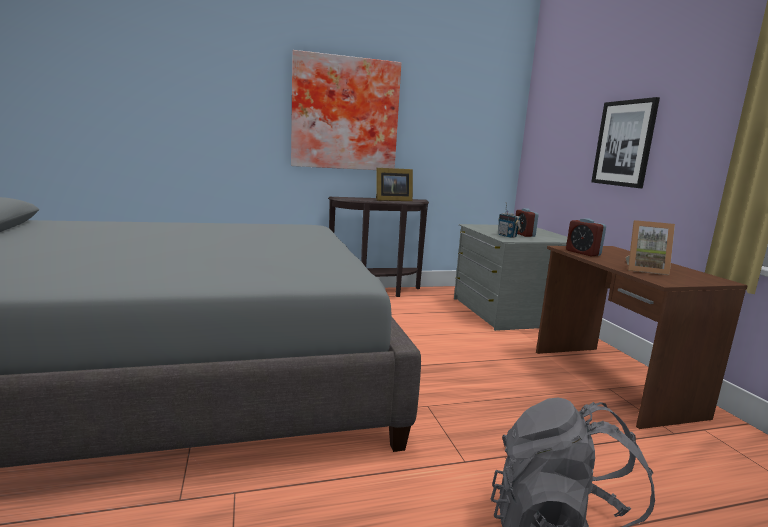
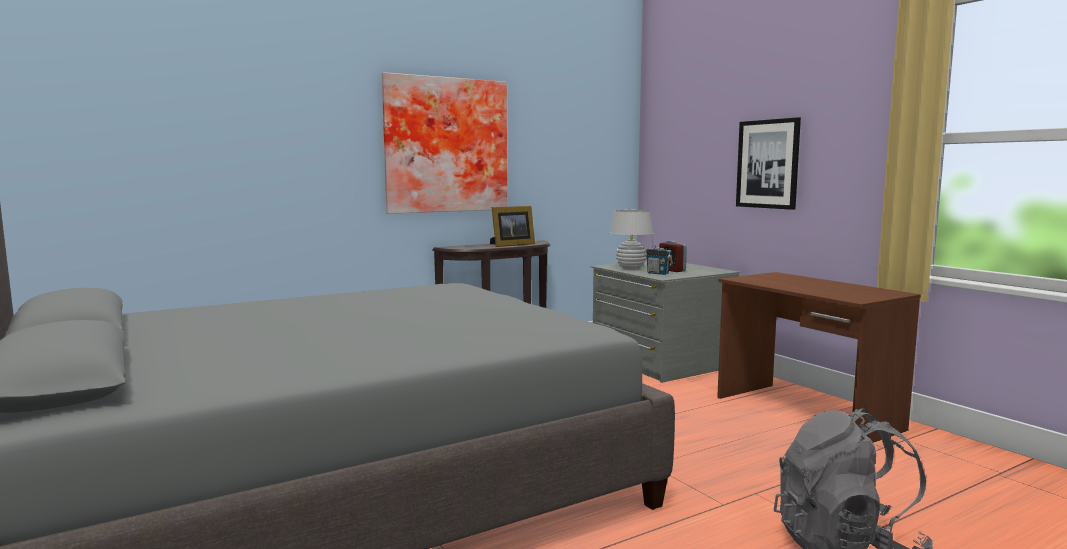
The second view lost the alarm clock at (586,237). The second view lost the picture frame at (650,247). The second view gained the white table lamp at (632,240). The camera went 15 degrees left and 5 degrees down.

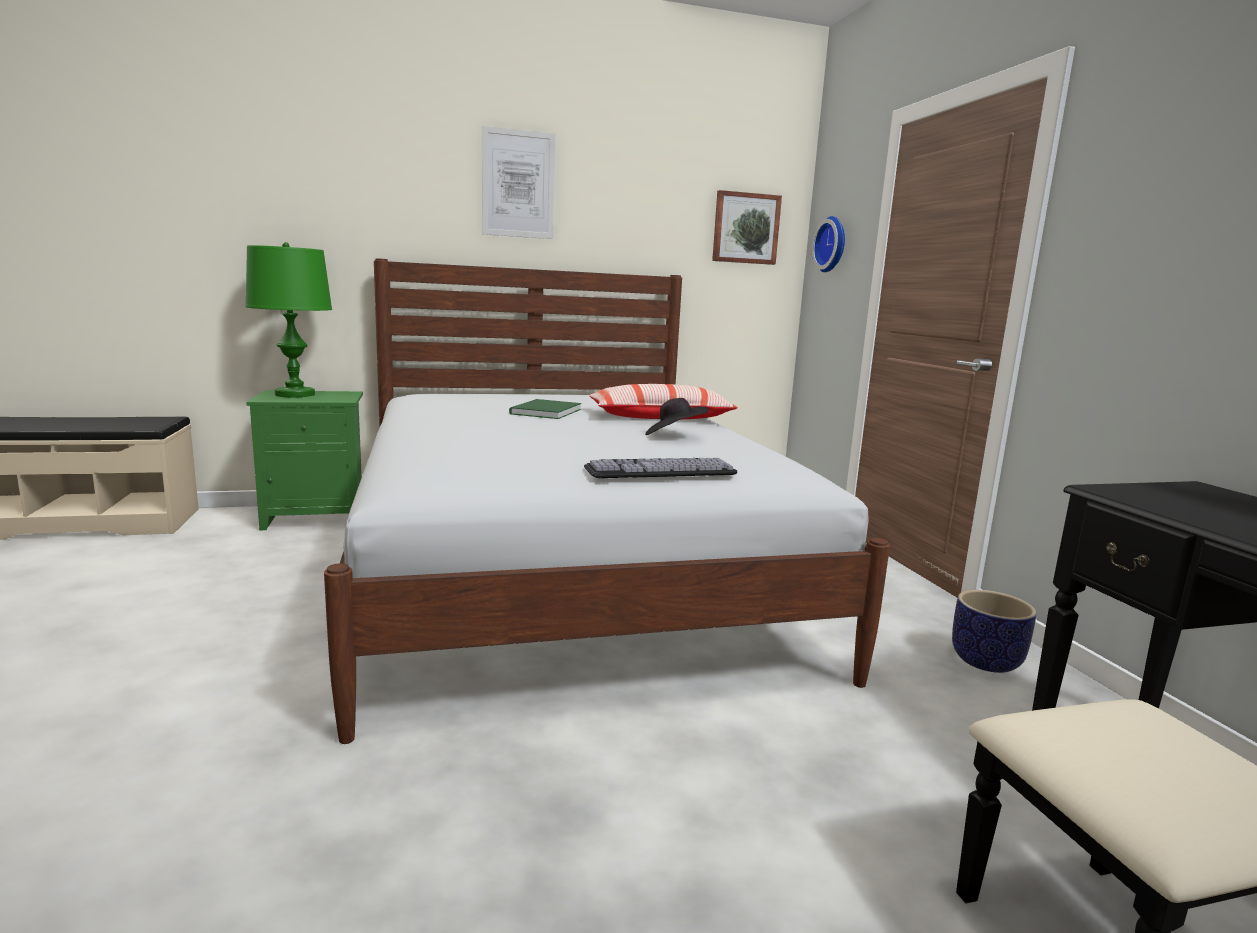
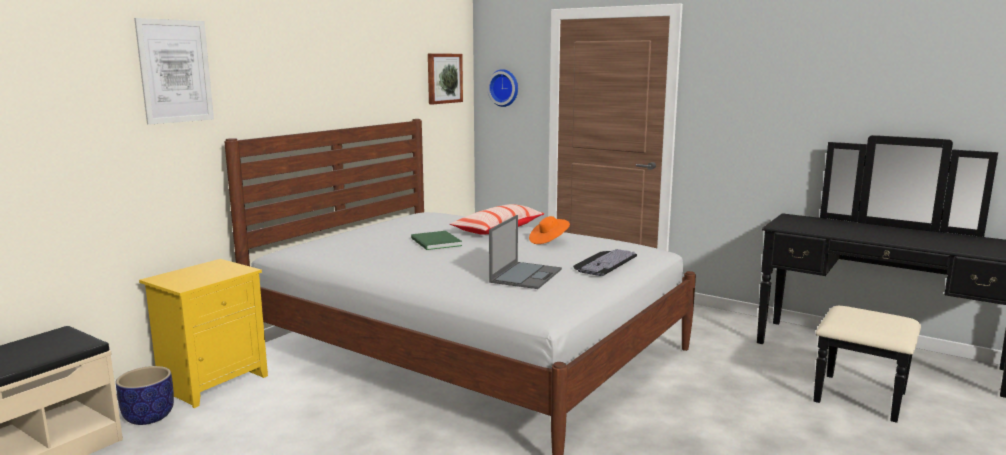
The second view lost the green table lamp at (288,319). The second view gained the laptop at (525,252). The picture ended up elsewhere, having gone from (518,182) to (174,71). The planter ended up elsewhere, having gone from (994,631) to (145,395). What was the green nightstand at (304,460) turned into the yellow nightstand at (203,333). What was the black hat at (677,416) turned into the orange hat at (549,230). The camera went 40 degrees left and 0 degrees up.

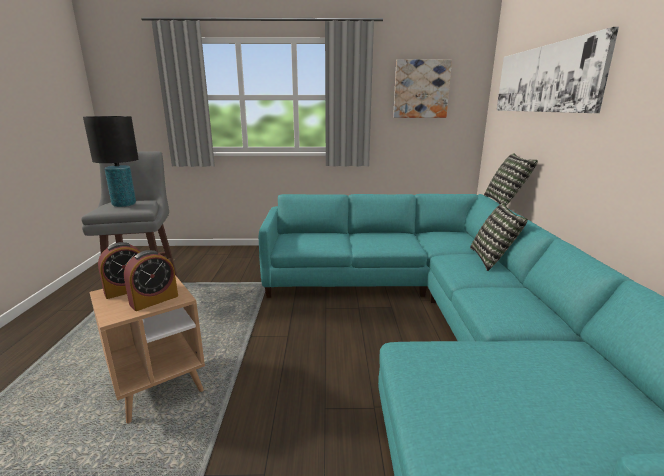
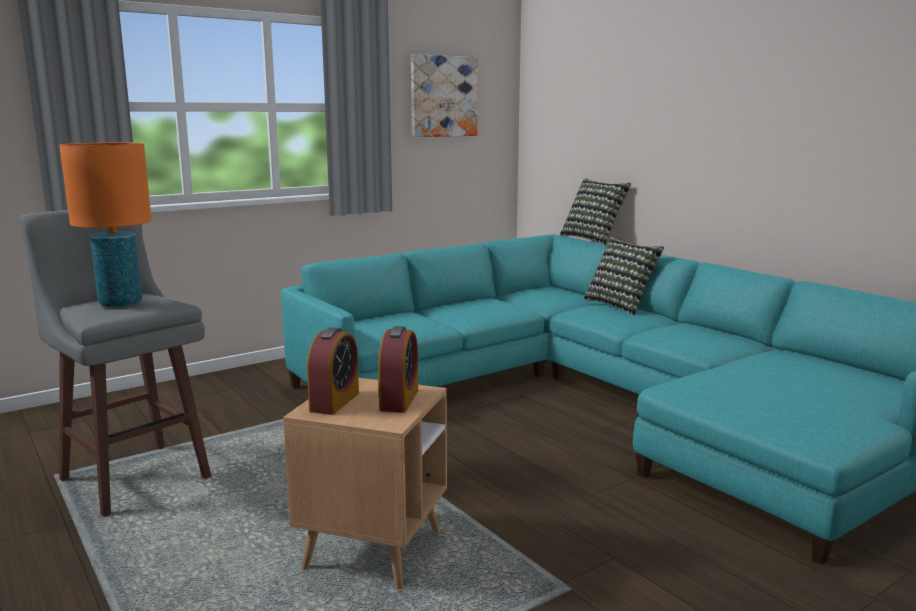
The second view lost the picture at (557,70). What was the black table lamp at (110,161) turned into the orange table lamp at (105,225). The camera went 35 degrees left and 5 degrees down.

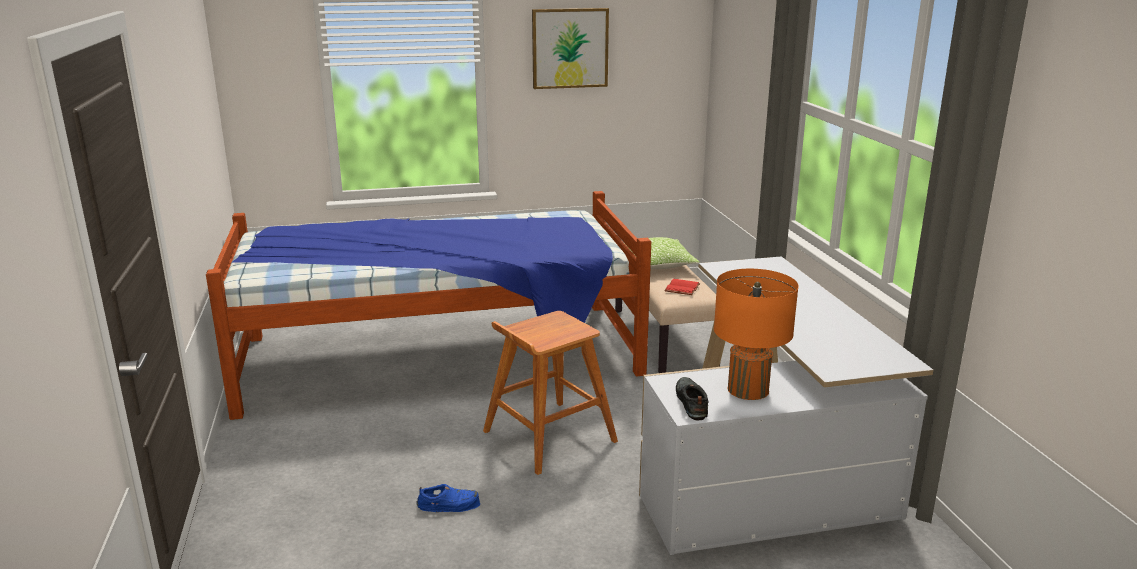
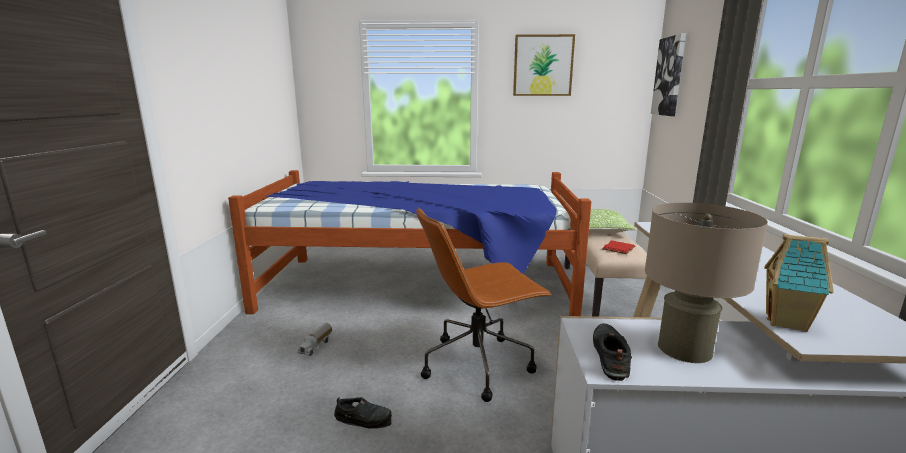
The second view gained the toy truck at (314,339). The second view gained the picture at (668,74). The second view gained the toy house at (798,283). Where the brown stool stood at (550,393), the brown office chair came to stand at (484,304). What was the blue shoe at (448,498) turned into the black shoe at (363,413). What was the orange table lamp at (756,334) turned into the beige table lamp at (706,283). The camera went 15 degrees right and 5 degrees down.

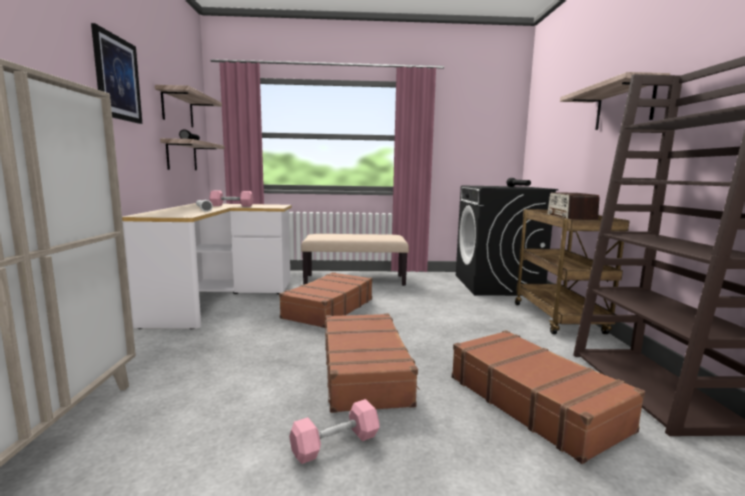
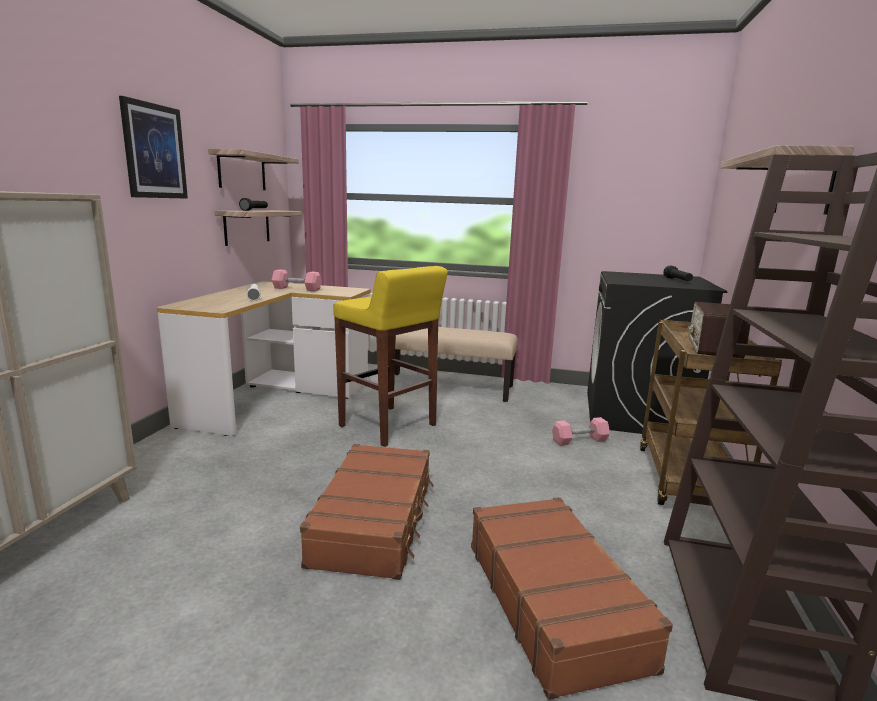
The pink dumbbell ended up elsewhere, having gone from (334,431) to (581,431). Where the brown suitcase stood at (326,300), the yellow stool came to stand at (390,356). The camera went 15 degrees right and 5 degrees up.

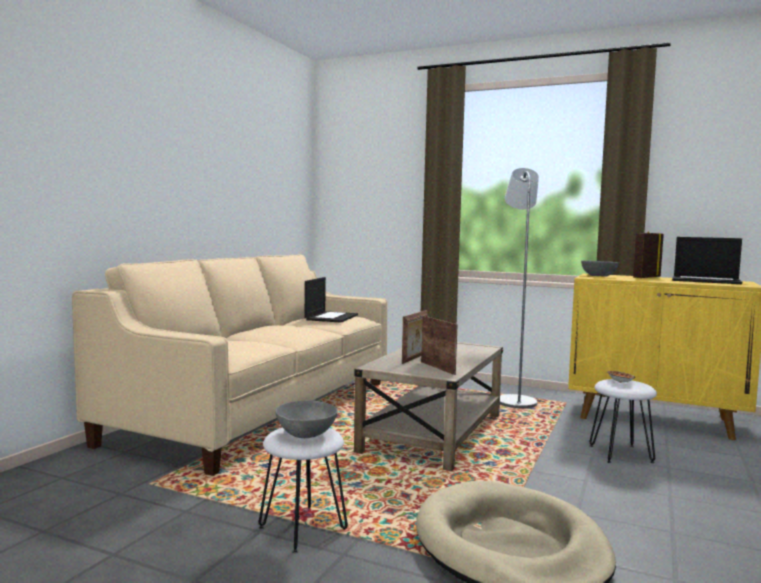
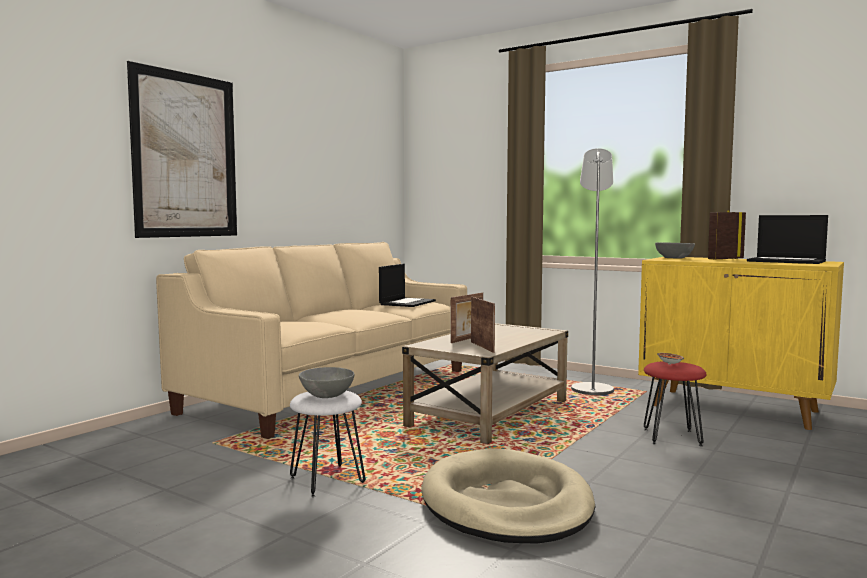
The second view gained the picture at (182,149). What was the white stool at (623,421) turned into the red stool at (675,403). The camera went 10 degrees right and 0 degrees up.

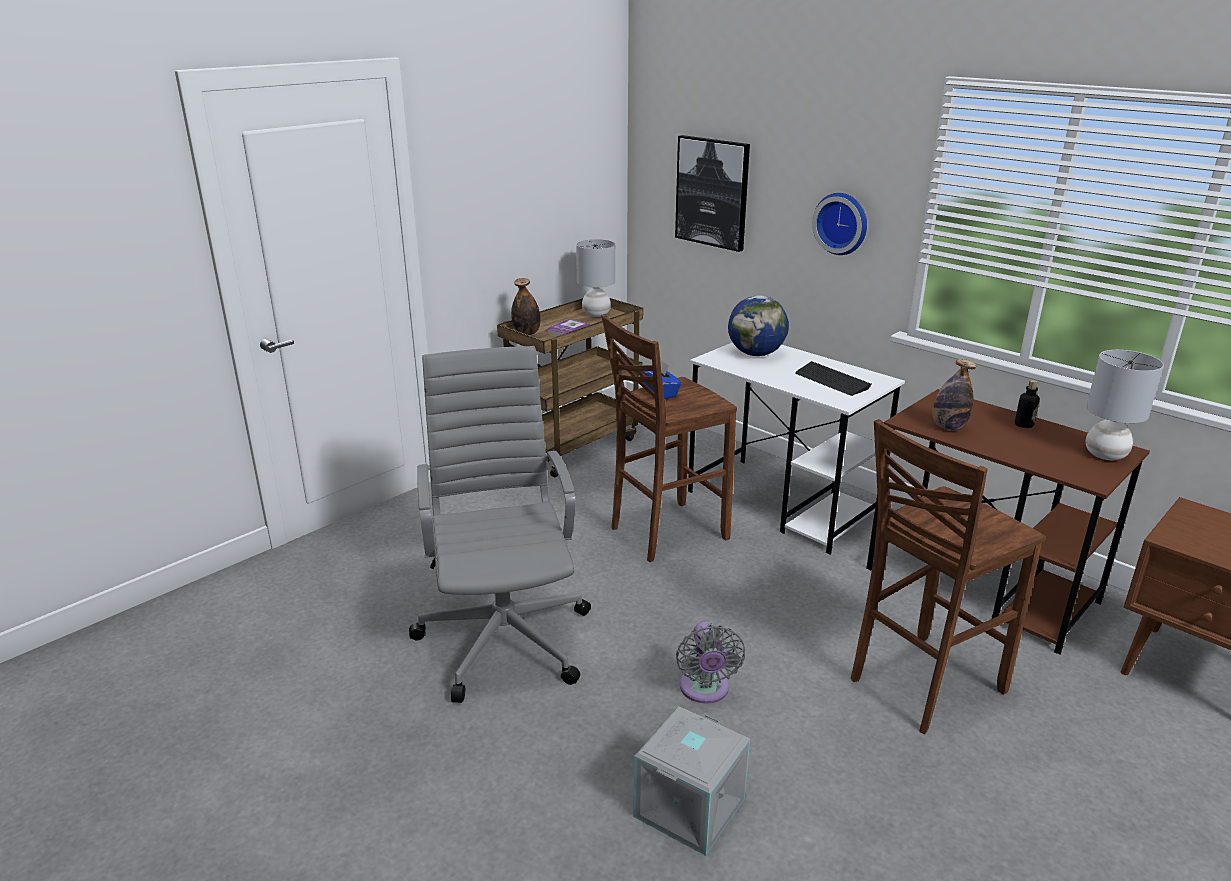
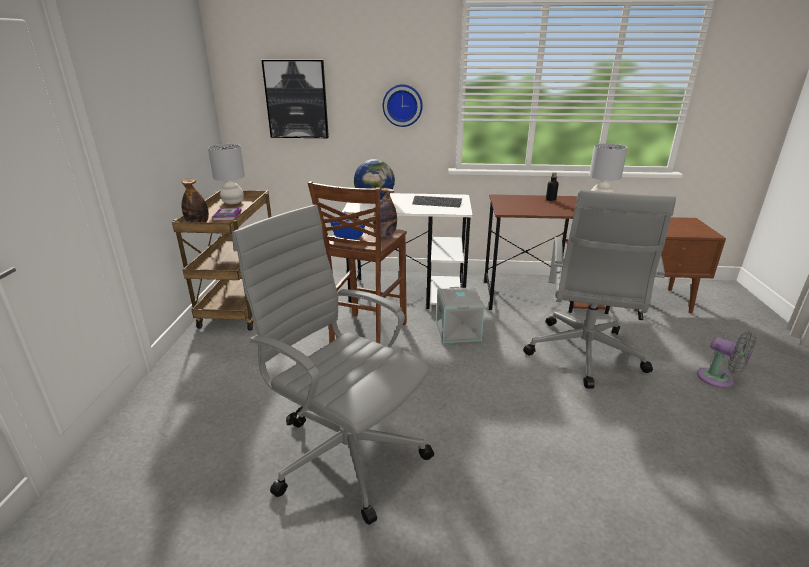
The grey storage box ended up elsewhere, having gone from (692,781) to (460,315). The grey fan ended up elsewhere, having gone from (710,662) to (727,360). The bottle ended up elsewhere, having gone from (954,395) to (385,212). Where the brown stool stood at (948,576), the grey office chair came to stand at (599,289). The camera went 40 degrees left and 0 degrees up.

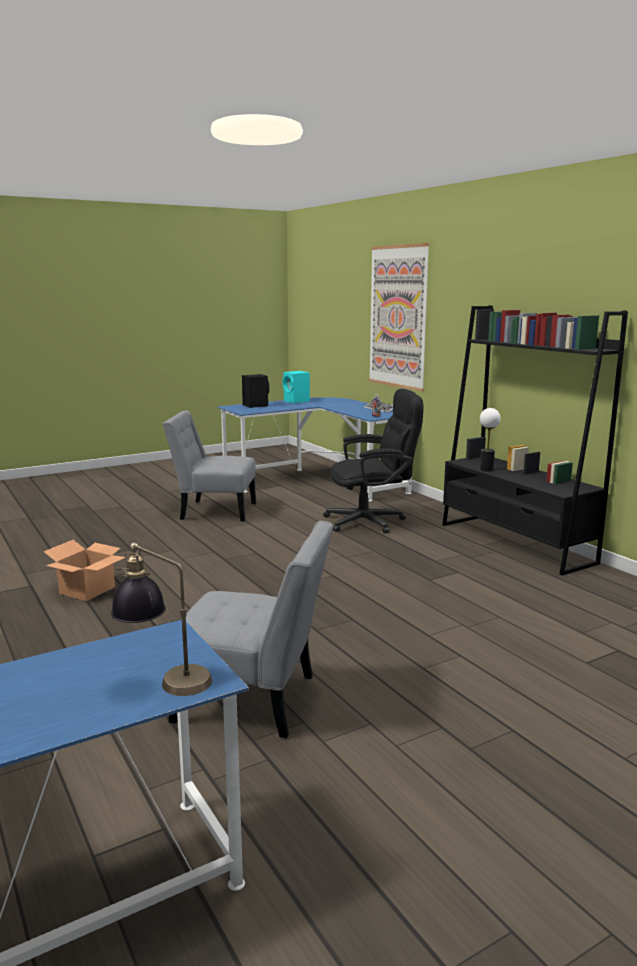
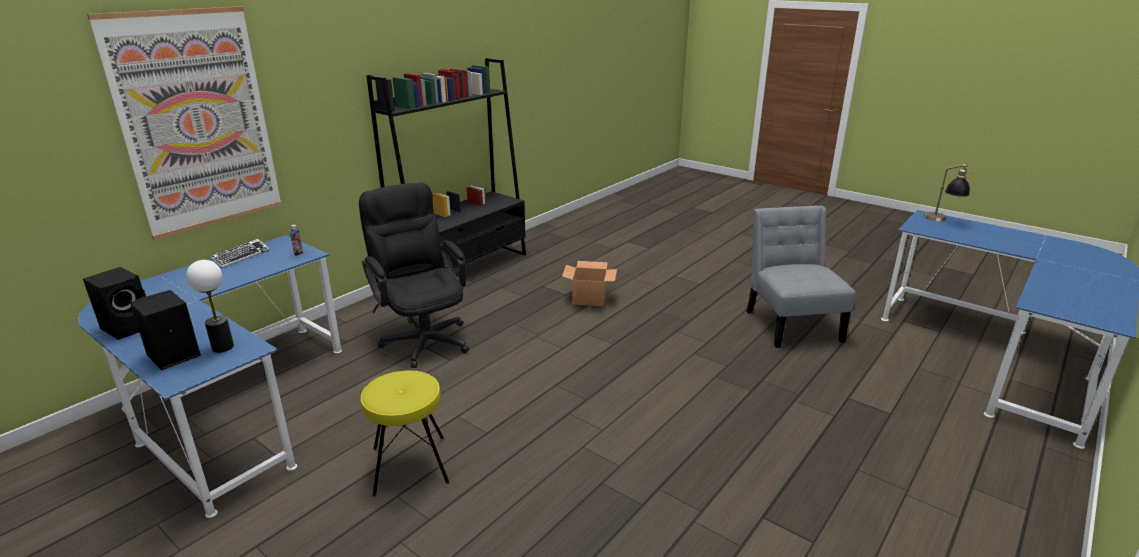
The cardboard box ended up elsewhere, having gone from (84,570) to (589,283). The table lamp ended up elsewhere, having gone from (490,439) to (210,306). Where the grey chair stood at (209,466), the yellow stool came to stand at (405,433). What was the turquoise speaker at (296,387) turned into the black speaker at (114,303). The camera went 110 degrees left and 10 degrees up.

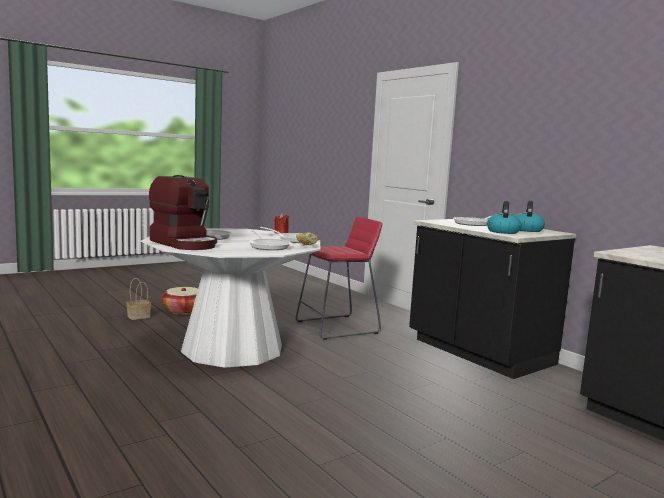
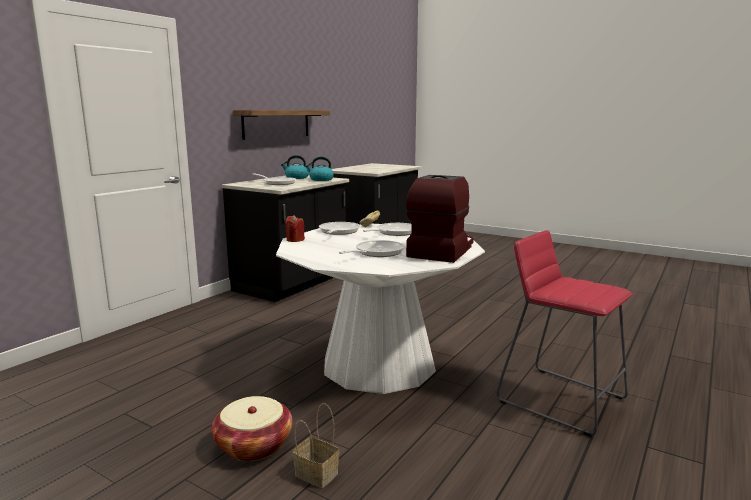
The second view gained the shelf at (281,125). The red stool ended up elsewhere, having gone from (339,278) to (564,333). The camera went 110 degrees left and 5 degrees up.

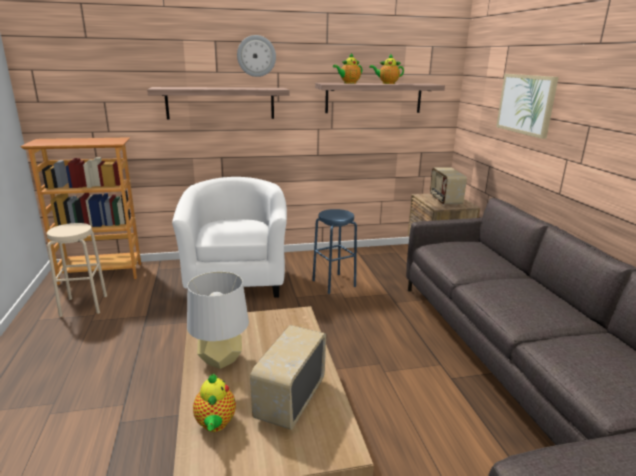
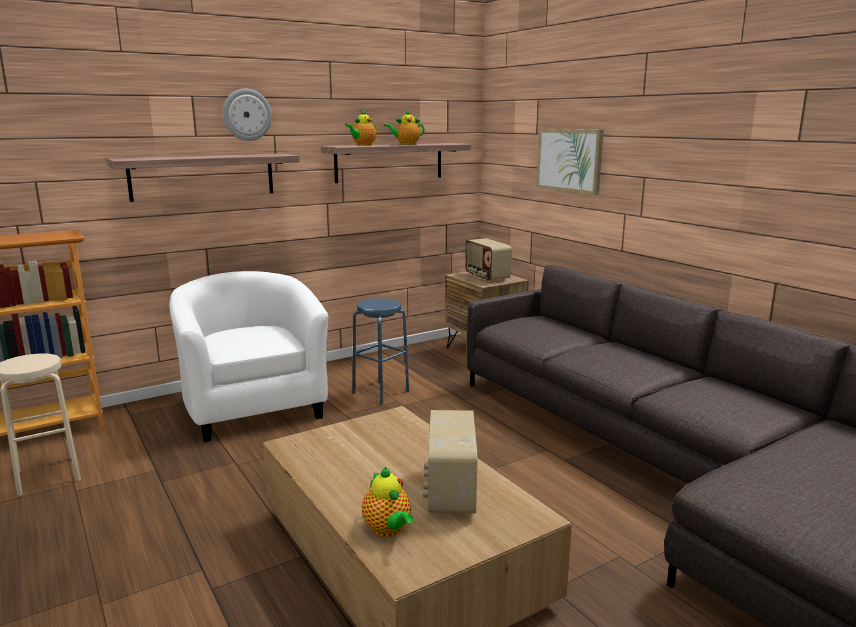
The second view lost the grey table lamp at (218,320). The camera went 20 degrees left and 5 degrees down.

